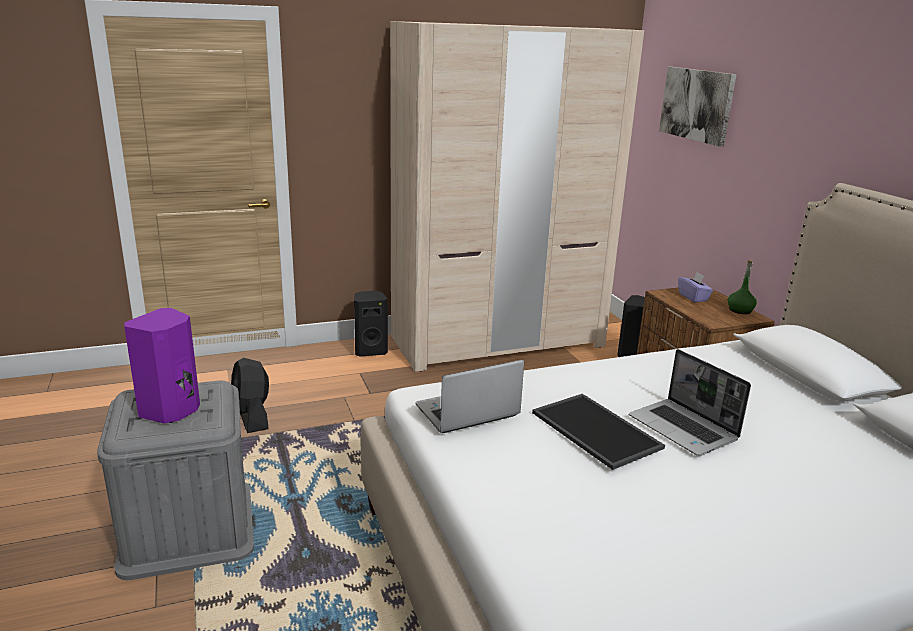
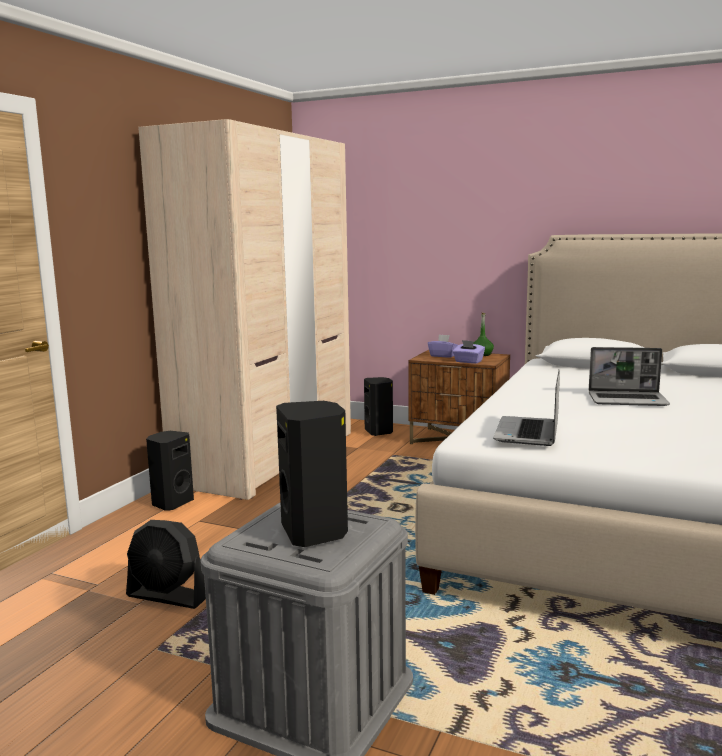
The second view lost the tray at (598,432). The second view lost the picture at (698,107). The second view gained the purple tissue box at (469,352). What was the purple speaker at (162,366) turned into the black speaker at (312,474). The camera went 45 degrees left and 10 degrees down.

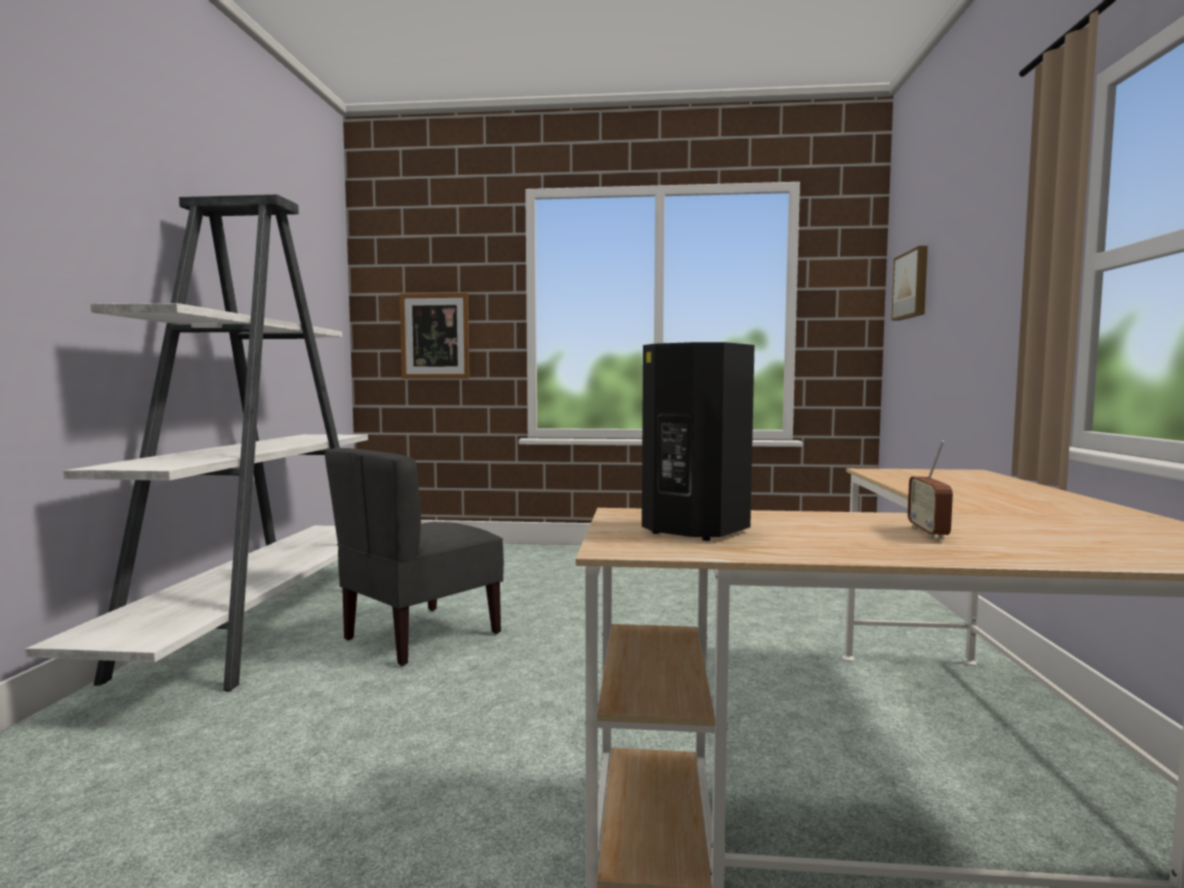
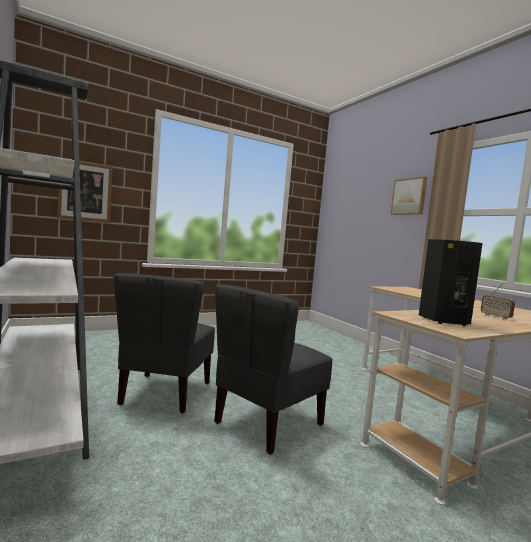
The second view gained the grey chair at (273,369). The picture ended up elsewhere, having gone from (909,283) to (409,196). The camera went 35 degrees left and 0 degrees up.

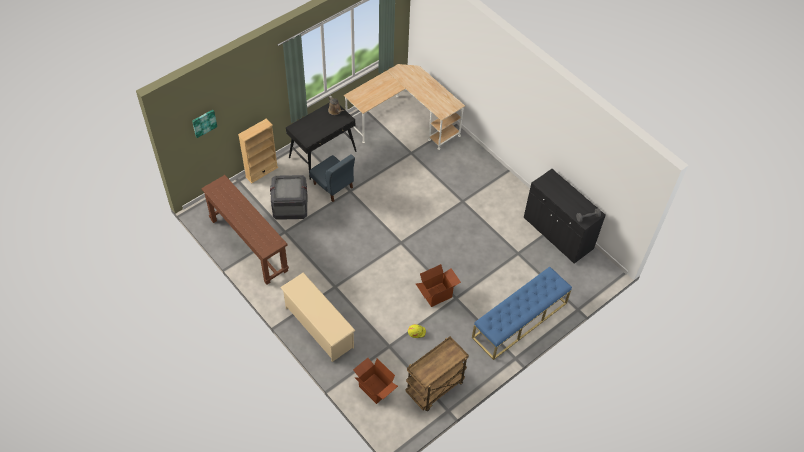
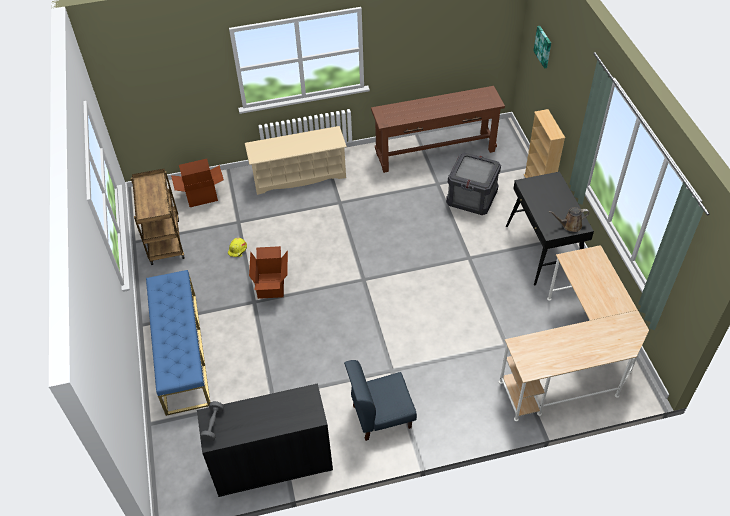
The blue chair ended up elsewhere, having gone from (332,178) to (380,400). The camera went 120 degrees right and 5 degrees down.

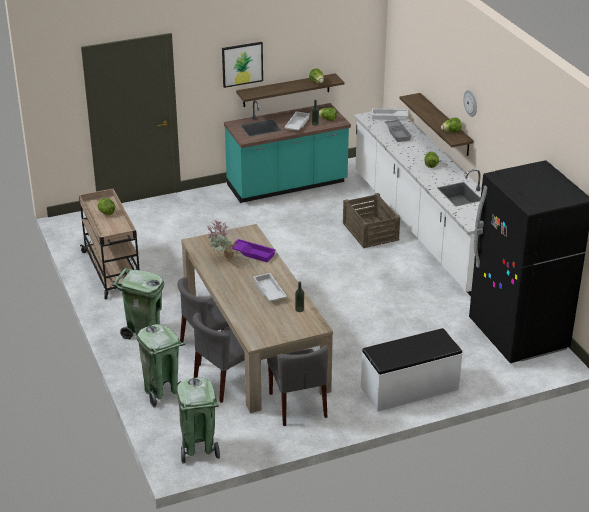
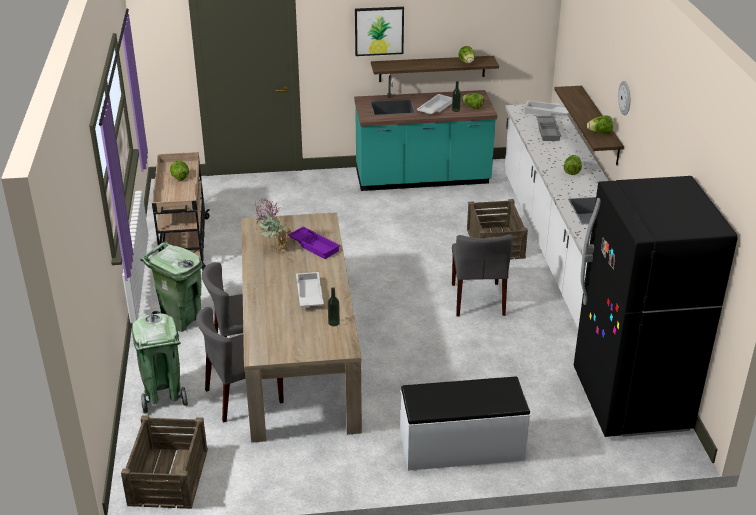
The grey chair ended up elsewhere, having gone from (297,385) to (482,275). Where the green trash can stood at (198,420), the crate came to stand at (164,462). The camera went 15 degrees right and 0 degrees up.

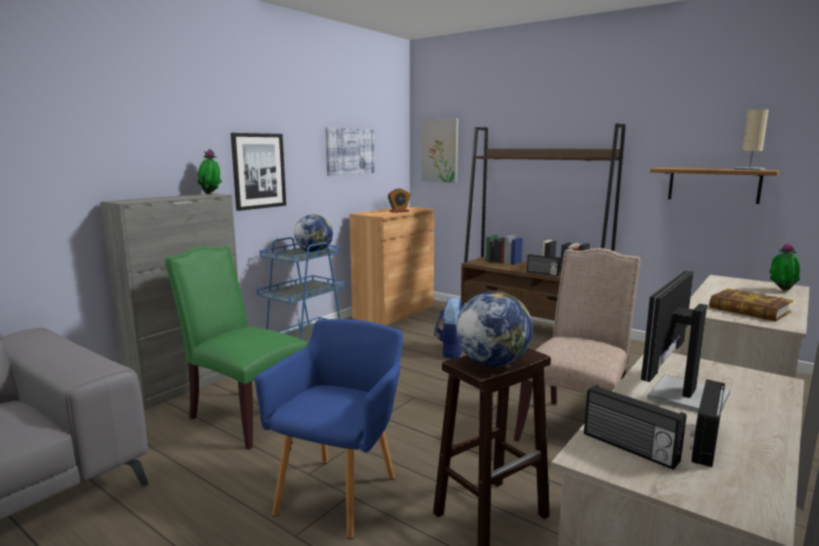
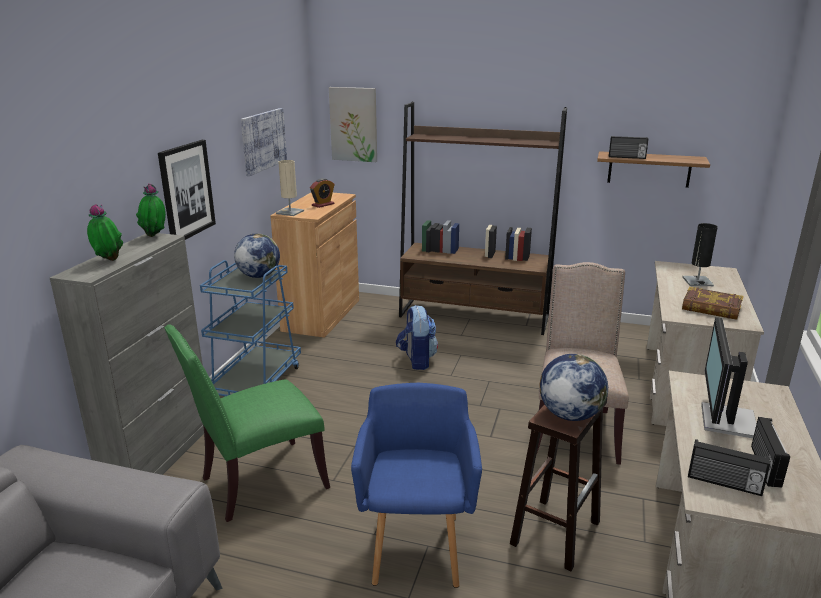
The second view gained the black table lamp at (700,254). The radio ended up elsewhere, having gone from (543,265) to (629,147). The beige table lamp ended up elsewhere, having gone from (751,140) to (290,188). The potted plant ended up elsewhere, having gone from (784,267) to (105,232). The green chair at (236,348) ended up facing another way, 45 degrees counterclockwise from before. The camera went 20 degrees left and 10 degrees up.

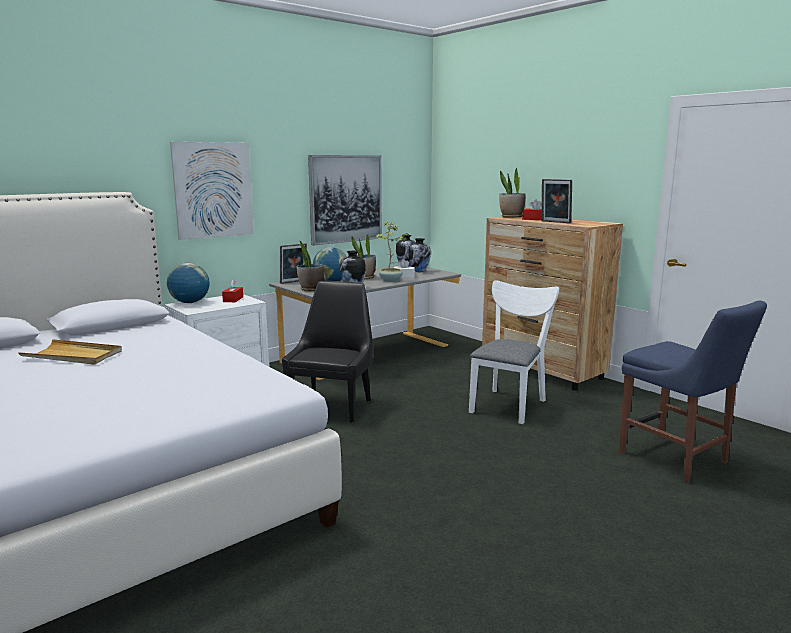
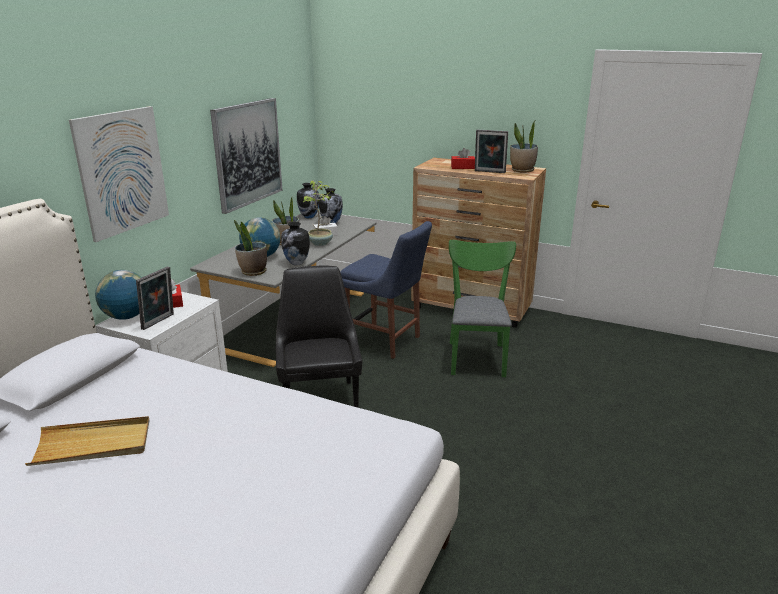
The picture frame ended up elsewhere, having gone from (293,263) to (155,298). The potted plant ended up elsewhere, having gone from (512,193) to (524,147). The blue chair ended up elsewhere, having gone from (692,392) to (386,290). What was the white chair at (514,352) turned into the green chair at (482,308). The camera went 25 degrees left and 10 degrees up.

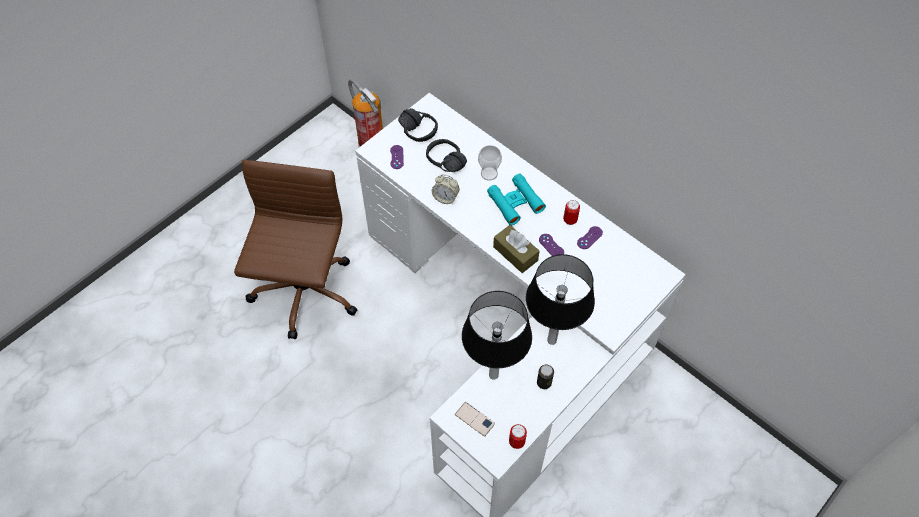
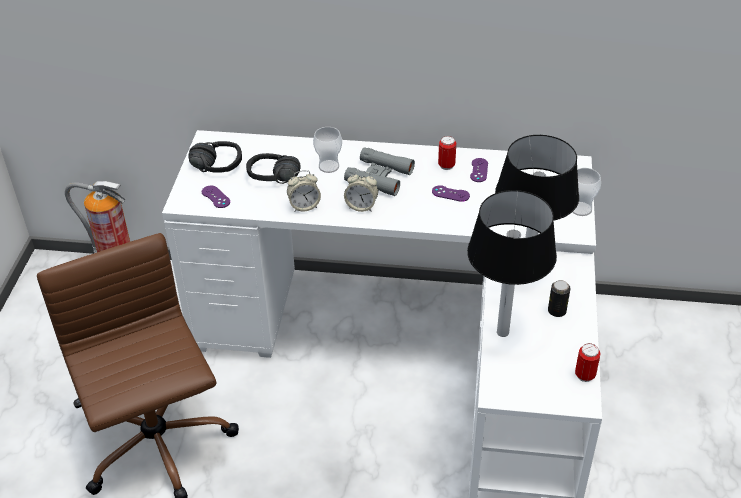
The second view lost the phone at (475,419). The second view lost the brown tissue box at (516,249). The second view gained the alarm clock at (361,191). The second view gained the cup at (586,192). What was the turquoise binoculars at (516,199) turned into the grey binoculars at (379,171). The camera went 35 degrees left and 15 degrees down.

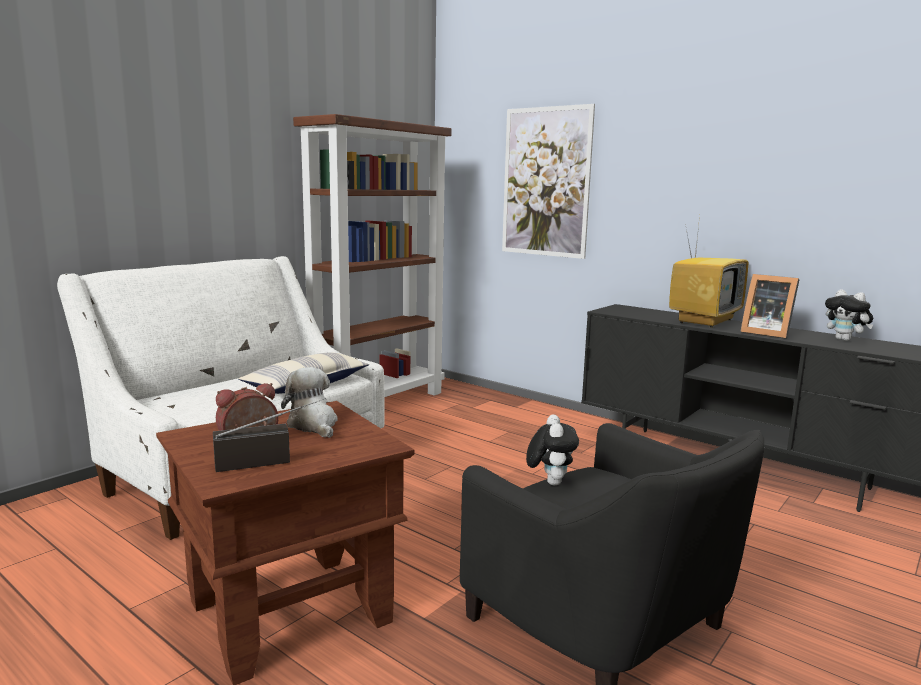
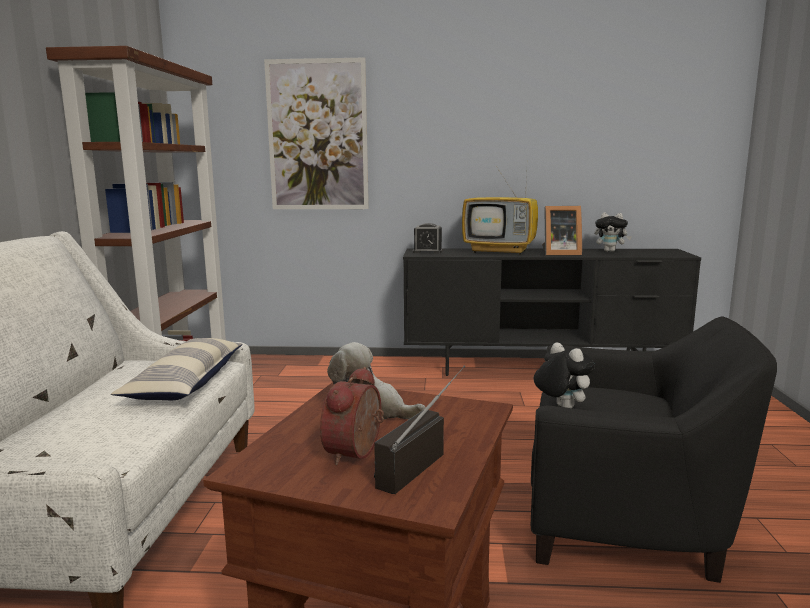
The second view gained the alarm clock at (428,238). The television at (708,272) ended up facing another way, 105 degrees clockwise from before. The camera went 35 degrees left and 0 degrees up.

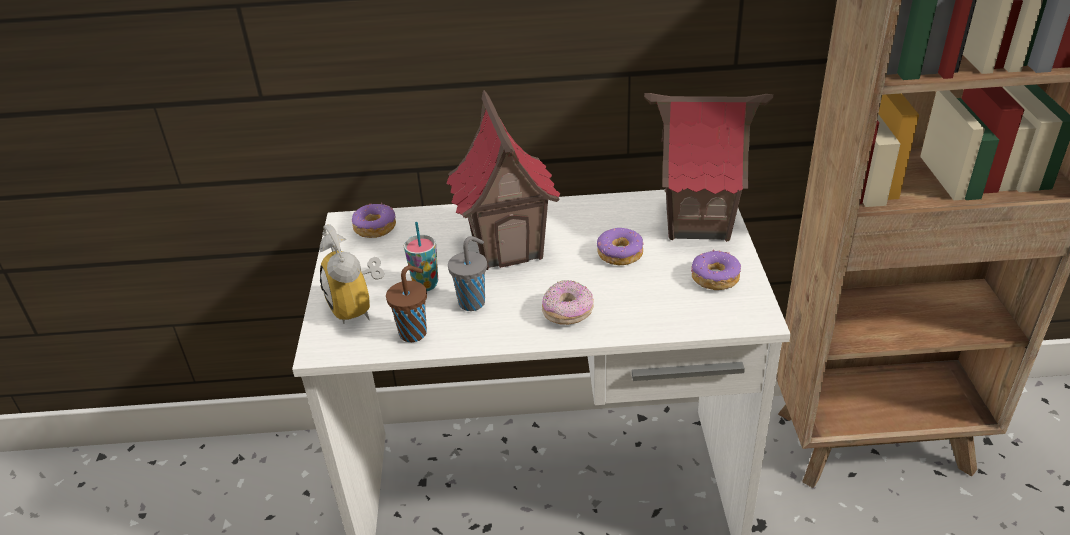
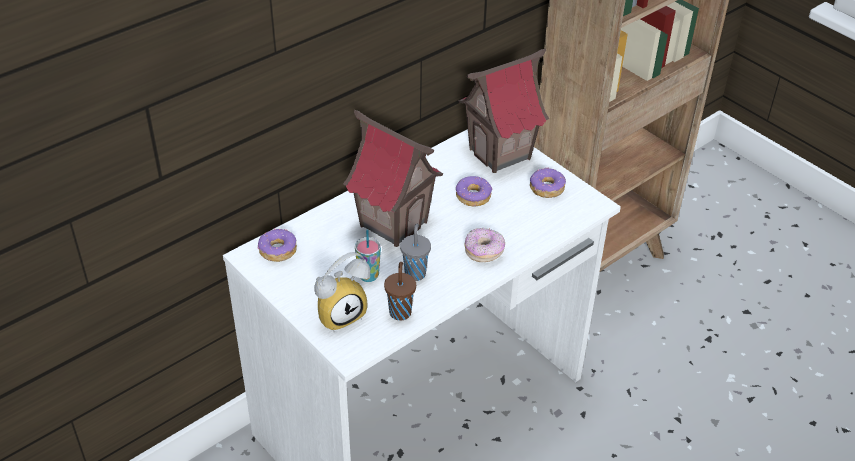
The alarm clock at (352,274) ended up facing another way, 60 degrees counterclockwise from before. The camera went 40 degrees left and 5 degrees up.

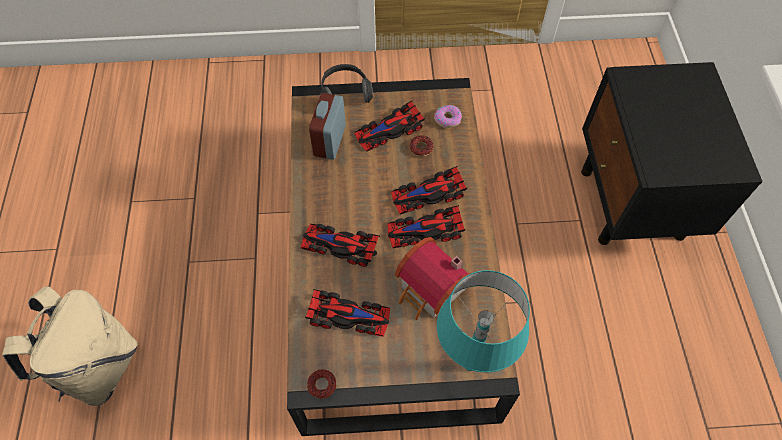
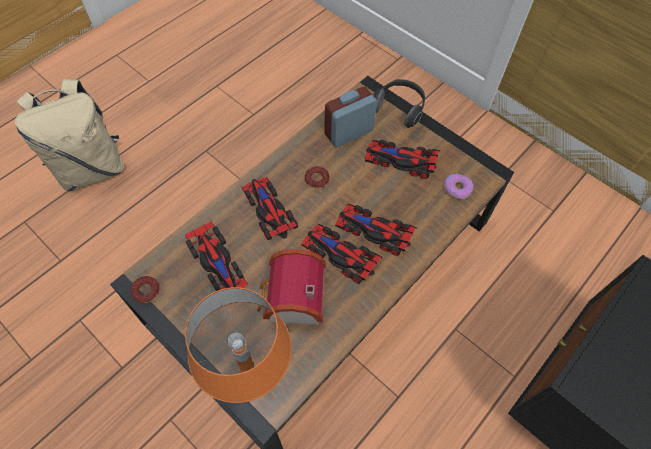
The donut ended up elsewhere, having gone from (422,146) to (317,177). What was the turquoise table lamp at (483,321) turned into the orange table lamp at (238,345). The camera went 45 degrees right and 0 degrees up.

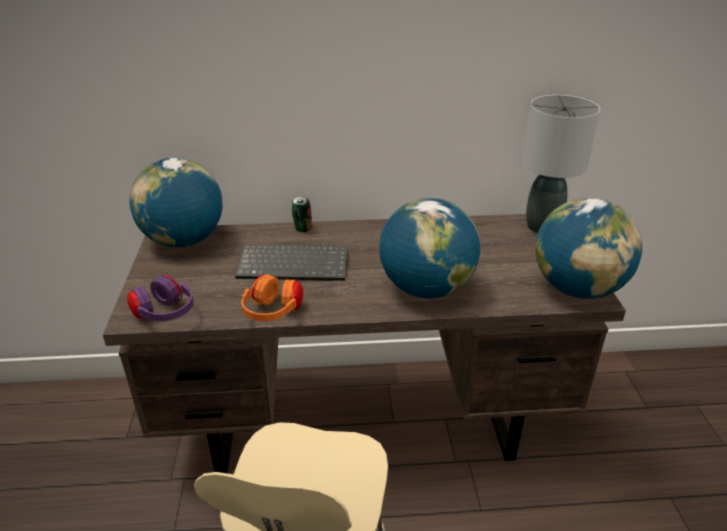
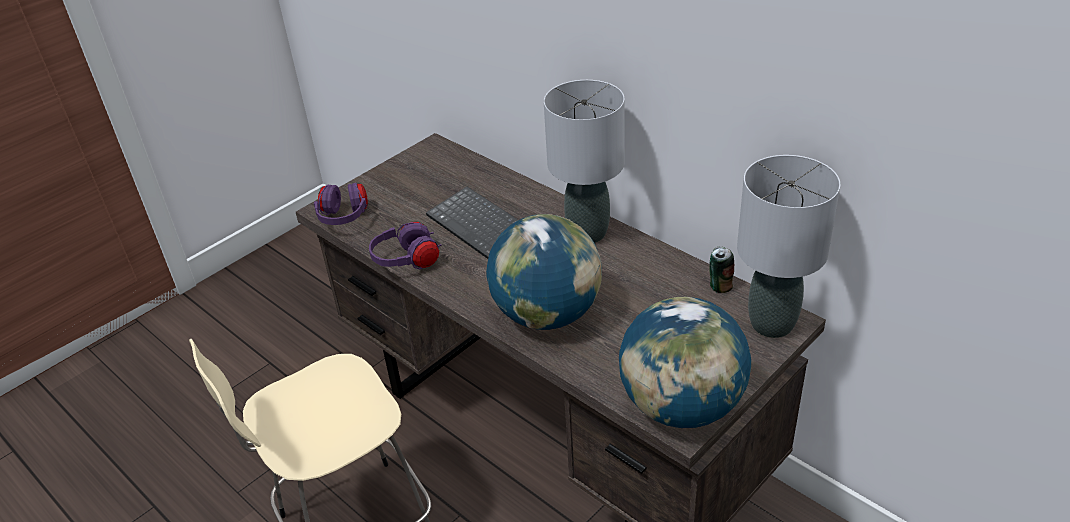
The second view lost the globe at (176,202). The second view gained the grey table lamp at (584,161). The can ended up elsewhere, having gone from (302,214) to (721,269). What was the orange headphones at (272,297) turned into the purple headphones at (405,245). The camera went 50 degrees right and 5 degrees up.

